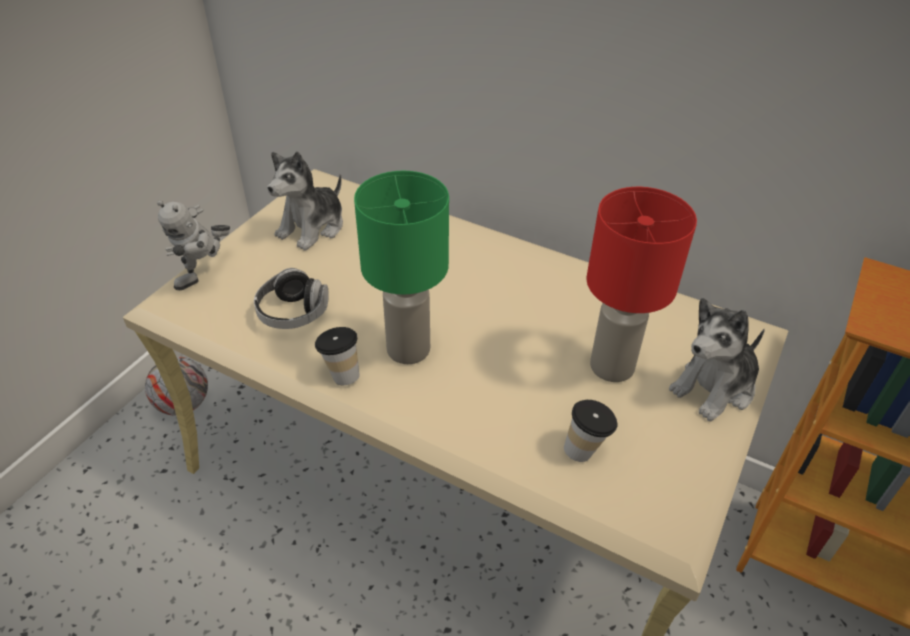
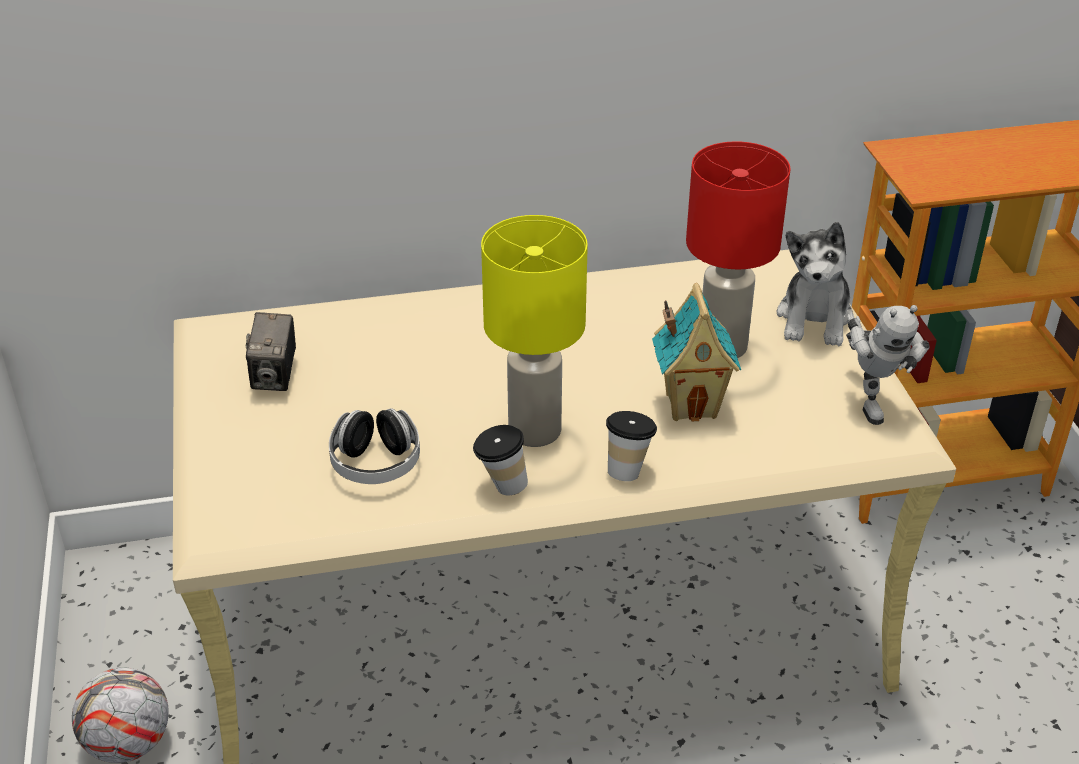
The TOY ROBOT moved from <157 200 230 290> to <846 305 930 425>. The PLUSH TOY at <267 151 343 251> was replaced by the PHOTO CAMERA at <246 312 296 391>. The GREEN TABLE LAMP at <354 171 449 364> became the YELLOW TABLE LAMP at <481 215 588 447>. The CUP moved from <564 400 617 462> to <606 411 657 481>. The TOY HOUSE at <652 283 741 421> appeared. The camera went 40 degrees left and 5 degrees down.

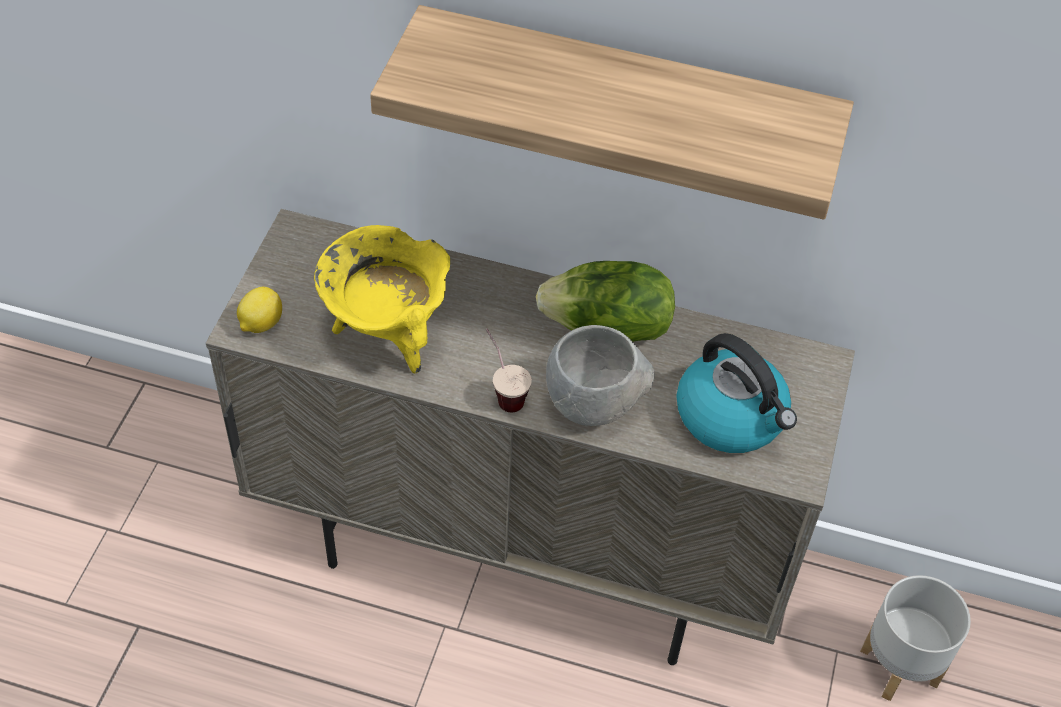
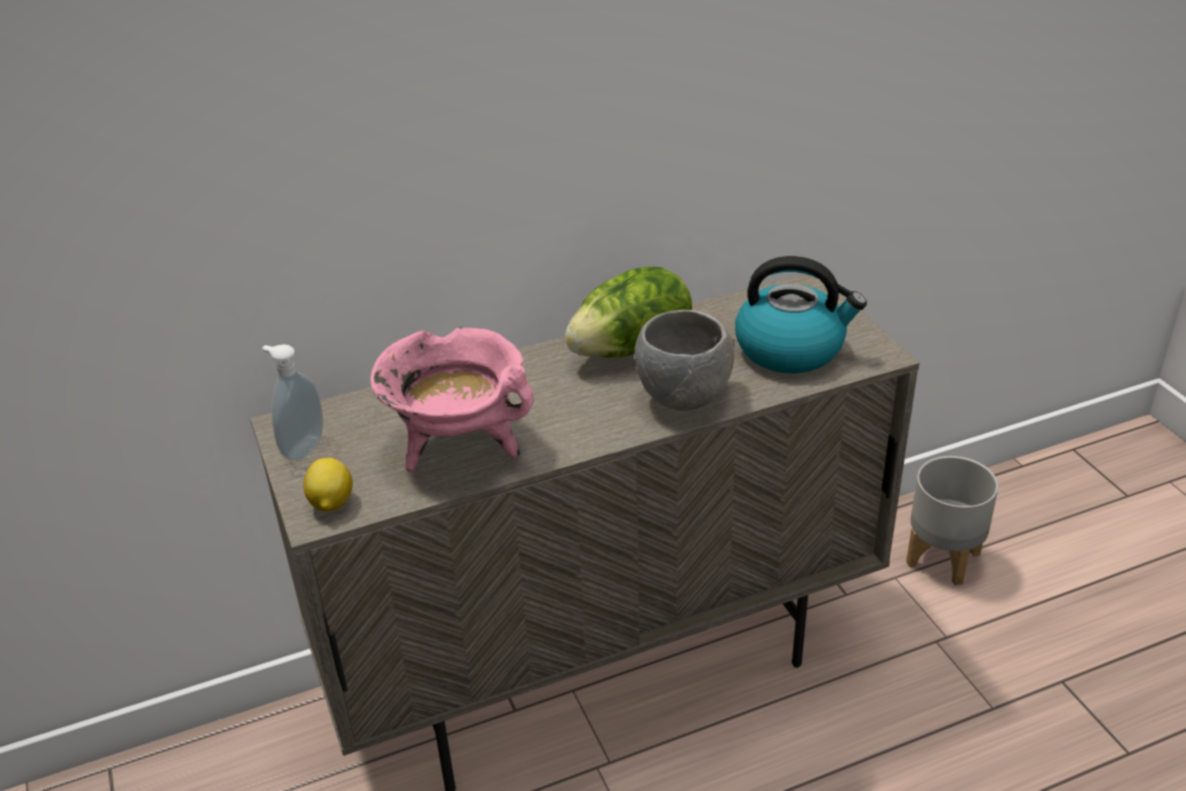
The YELLOW COOKING POT at <314 225 450 373> became the PINK COOKING POT at <370 327 534 472>. The SHELF at <370 5 854 220> disappeared. The CUP at <486 328 532 412> disappeared. The SOAP DISPENSER at <262 344 323 461> appeared. The camera went 35 degrees left and 15 degrees down.

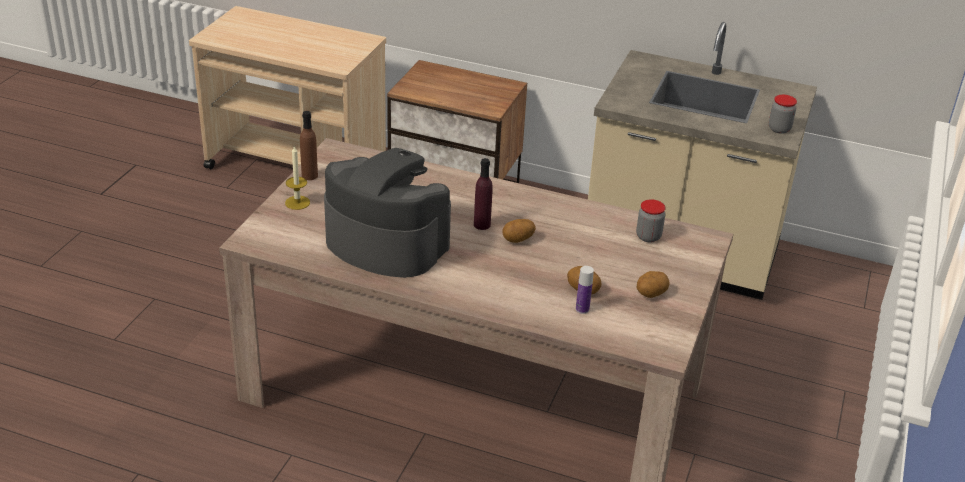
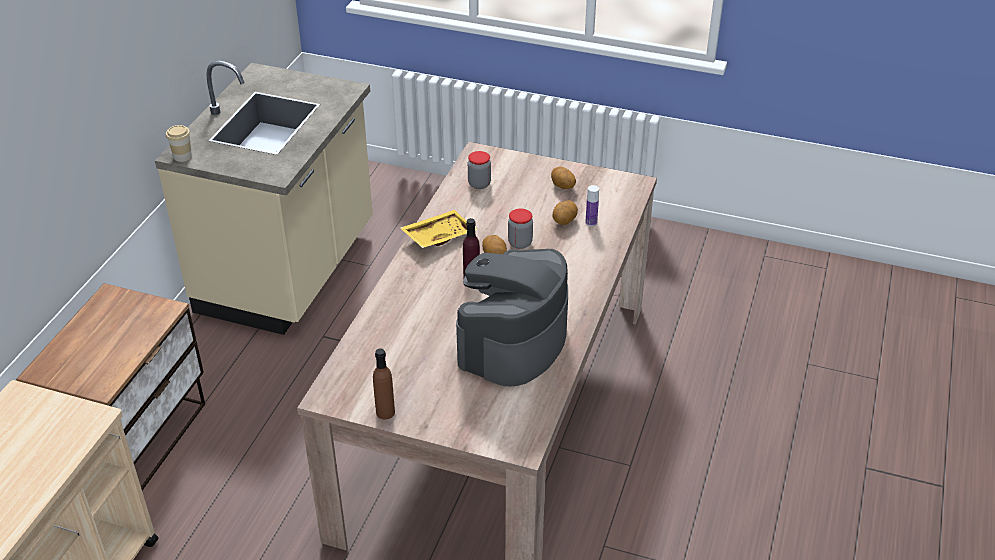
The CANDLE at <285 146 310 210> disappeared. The JAR moved from <769 95 797 134> to <508 209 533 249>. The CUP at <166 125 192 162> appeared. The YELLOW TRAY at <400 210 477 248> appeared. The camera went 90 degrees left and 5 degrees up.

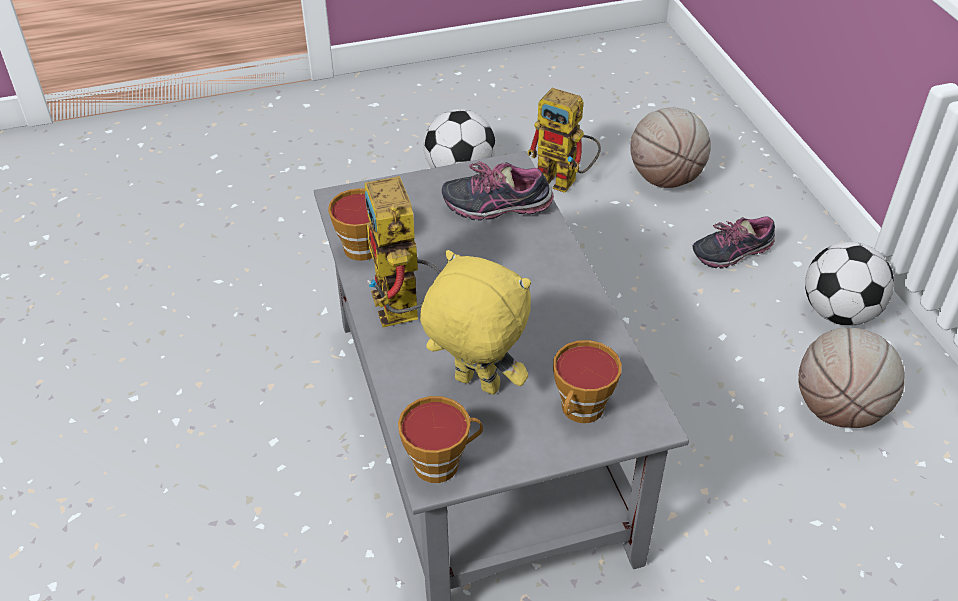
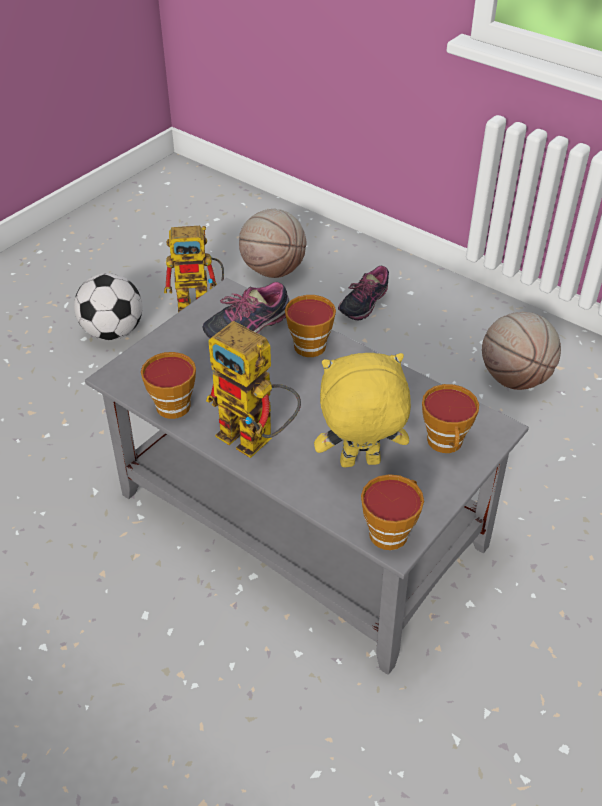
The FOOTBALL at <805 242 894 326> disappeared. The CUP at <285 295 336 357> appeared. The camera went 35 degrees left and 0 degrees up.

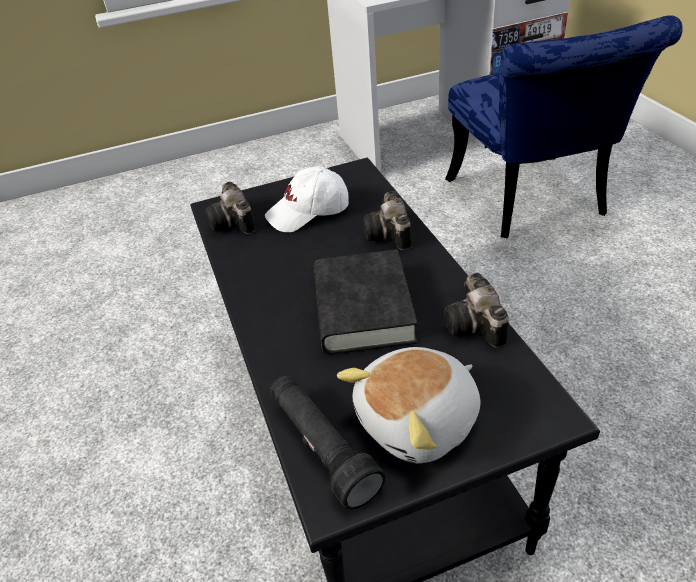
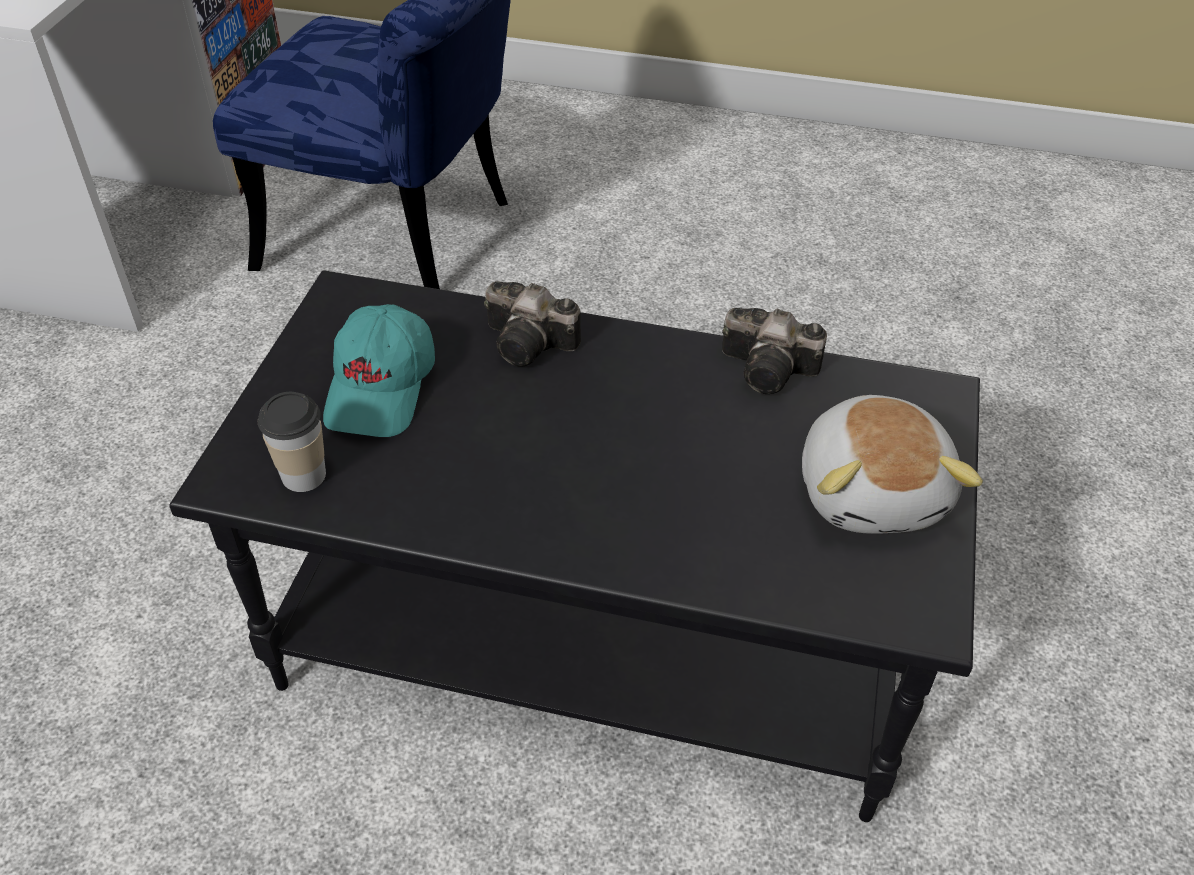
The PHOTO CAMERA at <206 182 256 234> was replaced by the CUP at <258 392 326 492>. The WHITE CAP at <265 166 349 232> became the TURQUOISE CAP at <323 304 435 437>. The BLACK FLASHLIGHT at <270 375 386 509> disappeared. The BLACK BOOK at <314 249 418 355> disappeared. The camera went 60 degrees left and 5 degrees up.

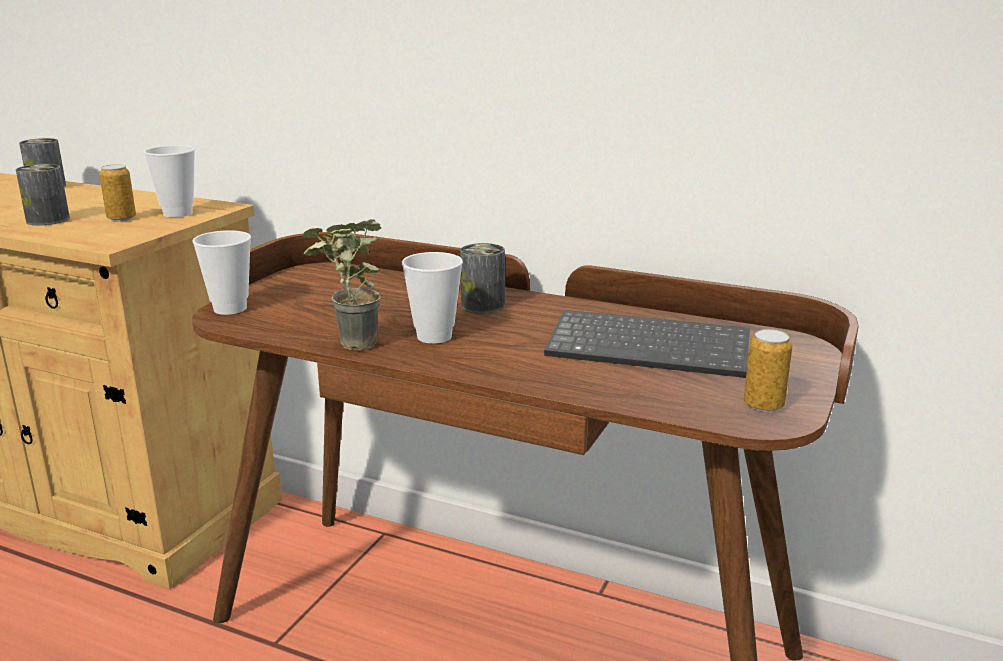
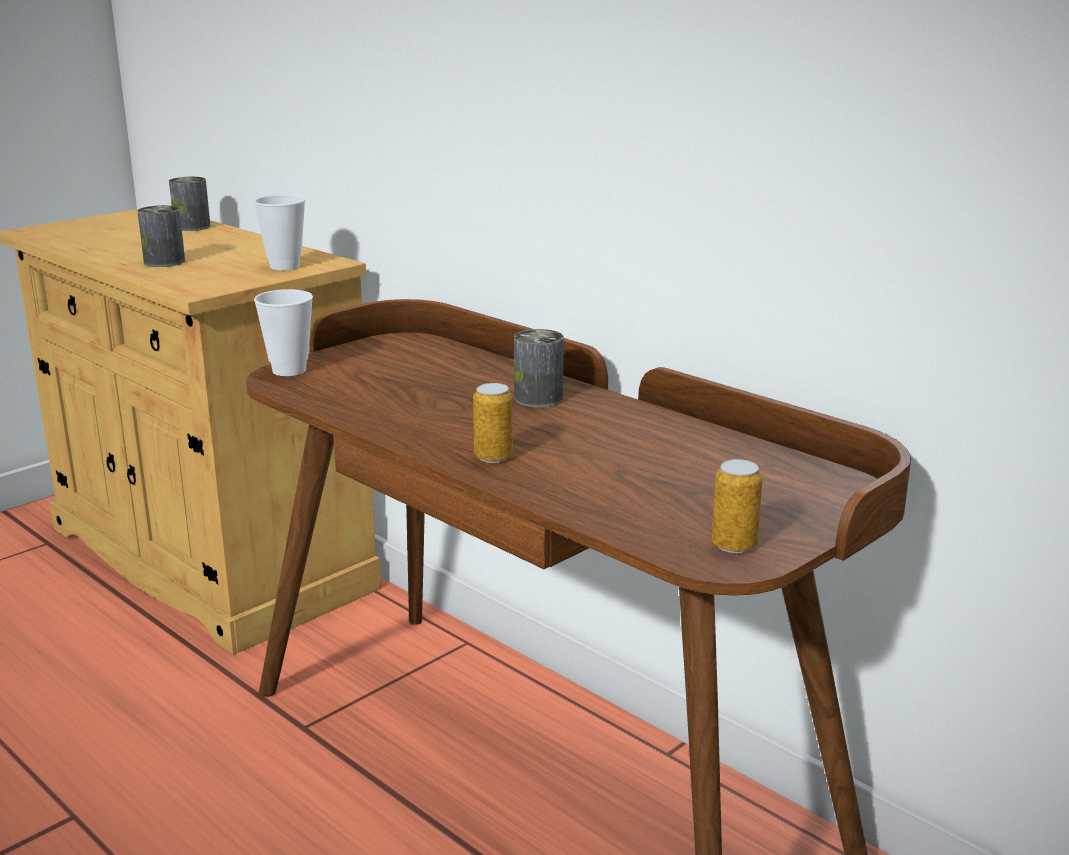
The CAN moved from <99 164 136 221> to <473 383 513 463>. The POTTED PLANT at <303 219 381 351> disappeared. The CUP at <402 252 463 344> disappeared. The KEYBOARD at <544 310 750 378> disappeared. The camera went 20 degrees right and 0 degrees up.

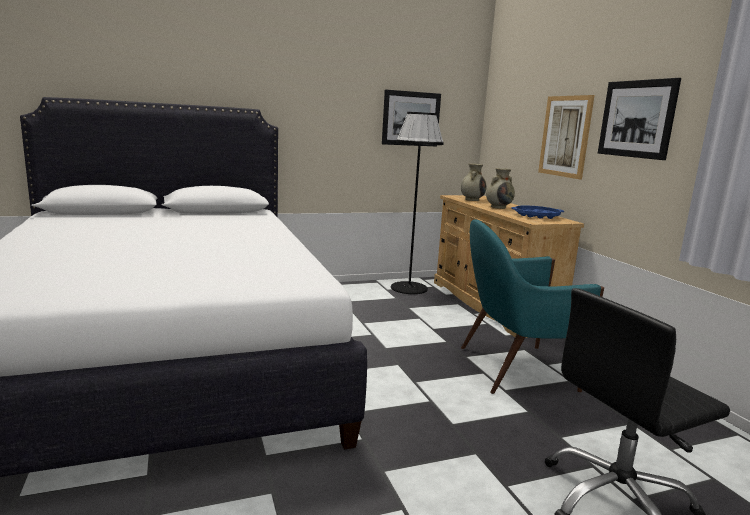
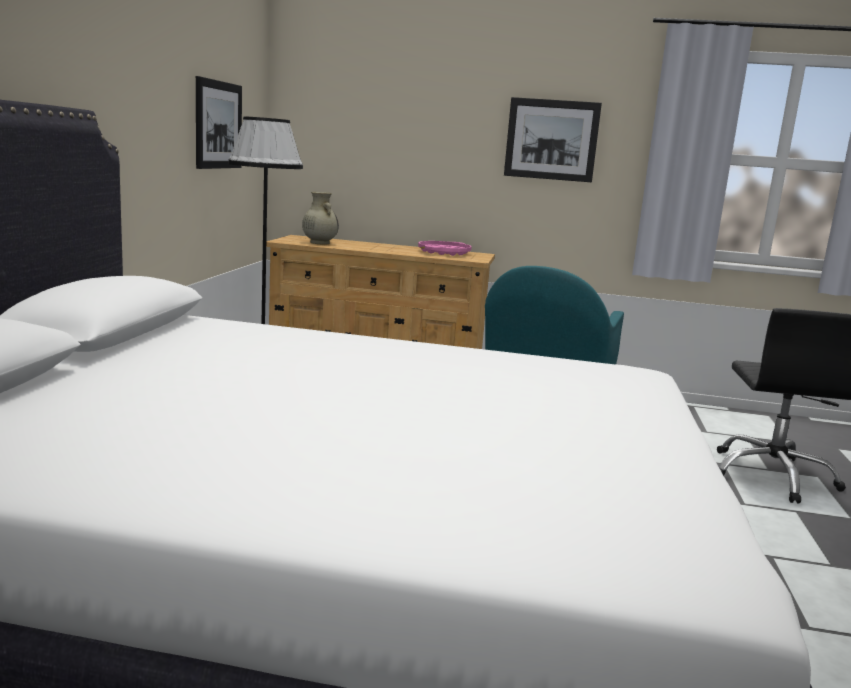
The BEIGE VASE at <486 168 515 209> disappeared. The BLUE TRAY at <511 205 564 219> became the PINK TRAY at <418 241 472 256>. The PICTURE at <538 95 595 179> disappeared. The camera went 60 degrees left and 0 degrees up.

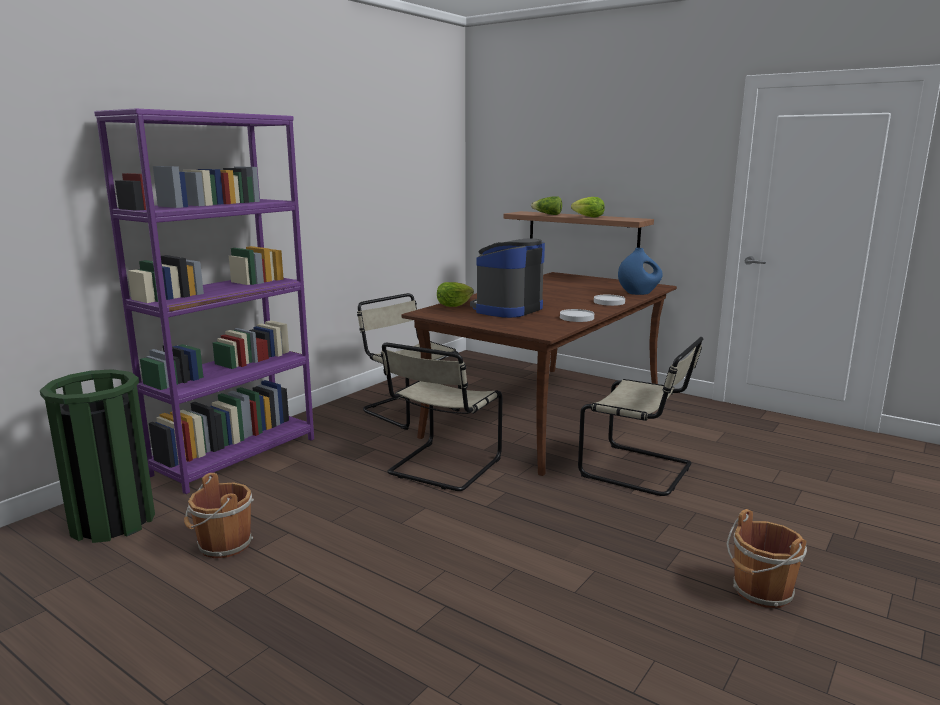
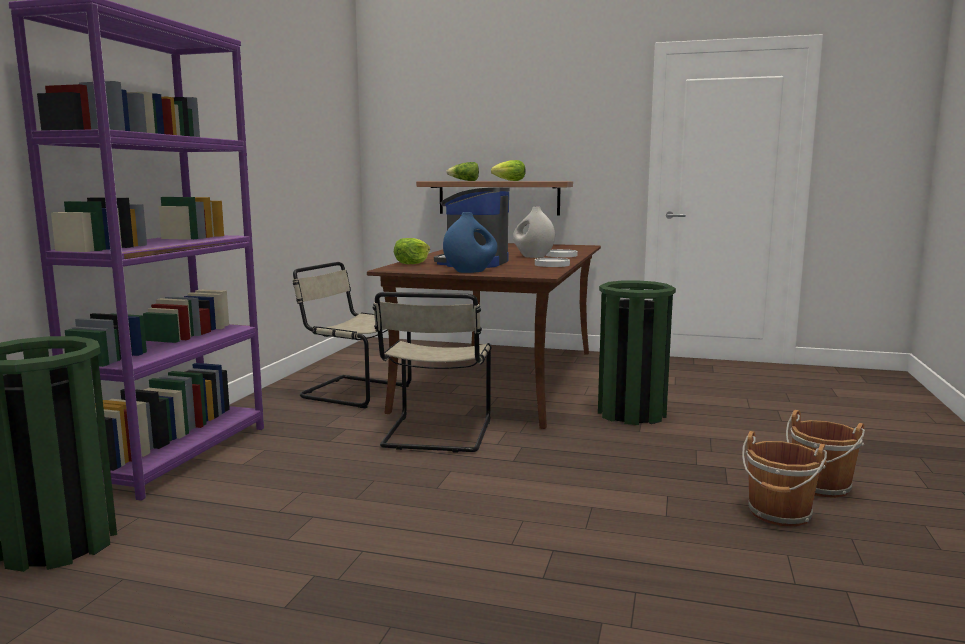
The BROWN BUCKET moved from <184 473 254 558> to <742 431 827 526>. The BEIGE CHAIR at <578 337 703 496> was replaced by the GREEN TRASH CAN at <598 280 676 425>. The BLUE VASE moved from <618 248 663 295> to <443 212 497 273>. The WHITE VASE at <513 207 555 258> appeared. The camera went 20 degrees left and 5 degrees down.

